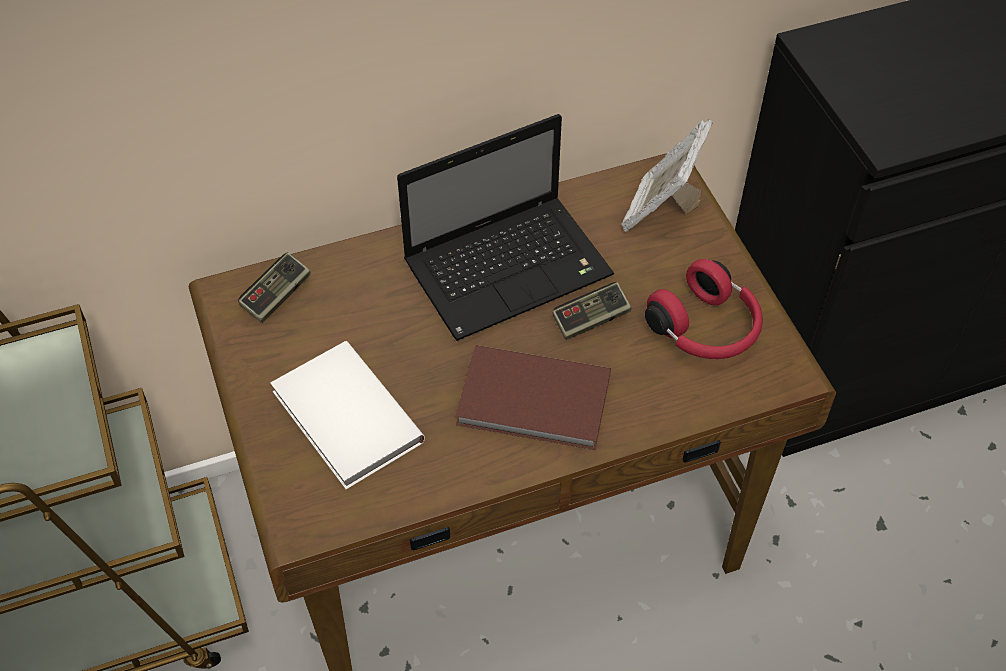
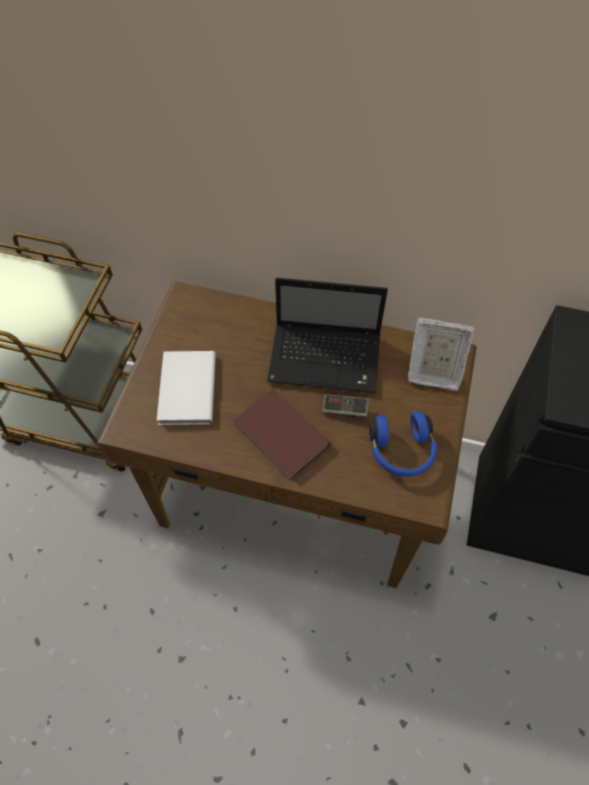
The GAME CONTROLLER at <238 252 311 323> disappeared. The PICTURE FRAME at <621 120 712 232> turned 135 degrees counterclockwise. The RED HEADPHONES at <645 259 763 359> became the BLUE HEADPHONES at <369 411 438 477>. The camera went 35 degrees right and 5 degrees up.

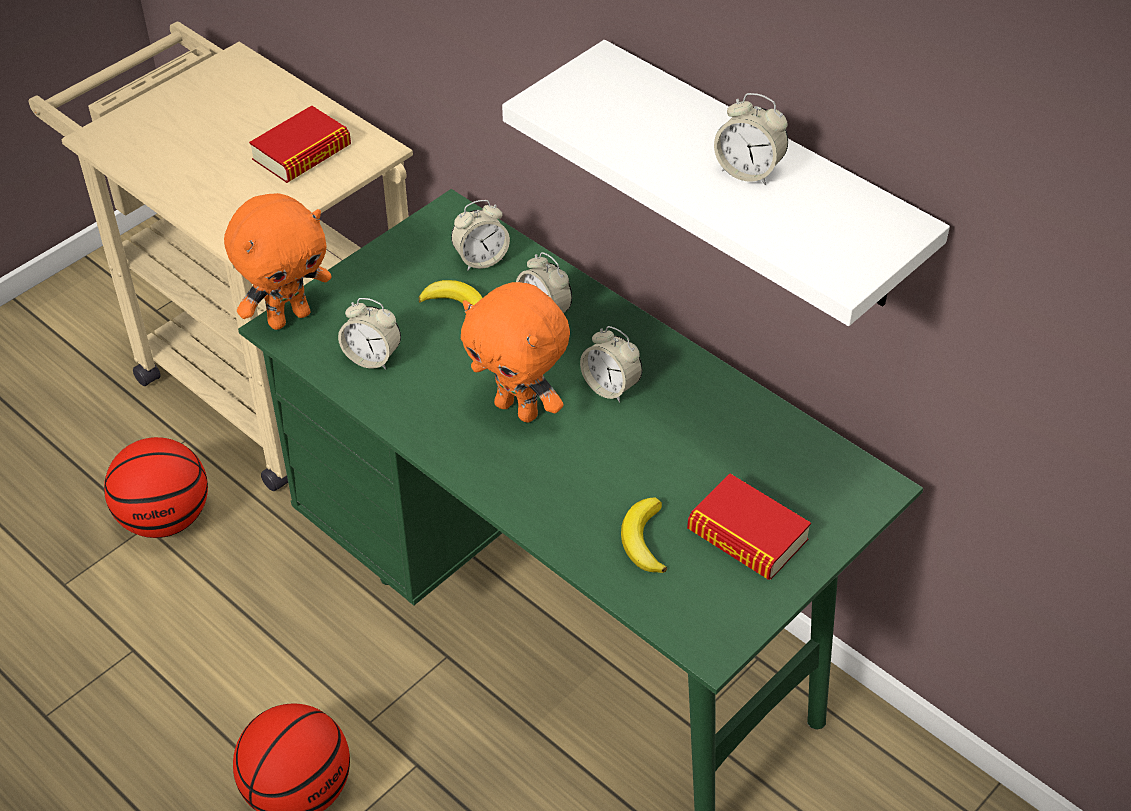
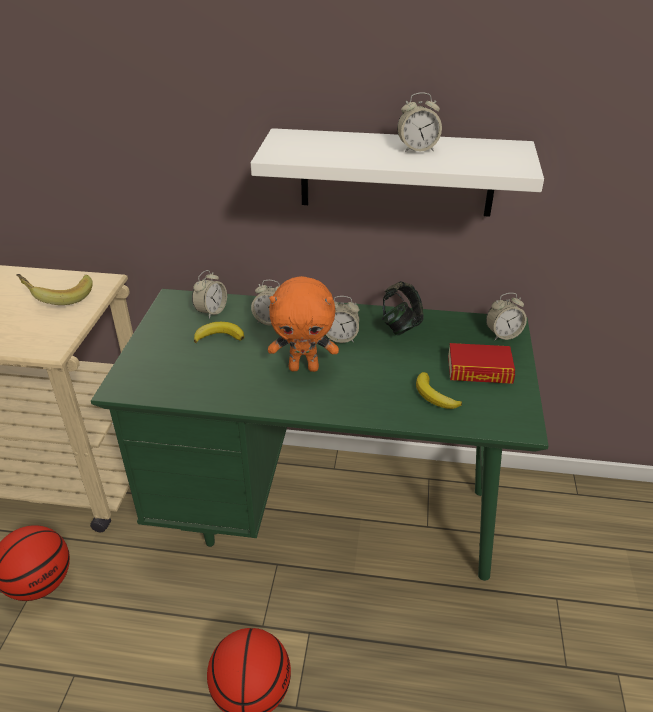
The ORANGE PLUSH TOY at <224 193 331 330> disappeared. The BOOK at <249 105 351 183> was replaced by the BANANA at <16 274 93 305>. The ALARM CLOCK moved from <338 298 401 370> to <486 293 527 340>. The HEADPHONES at <382 281 424 336> appeared. The camera went 35 degrees left and 10 degrees down.

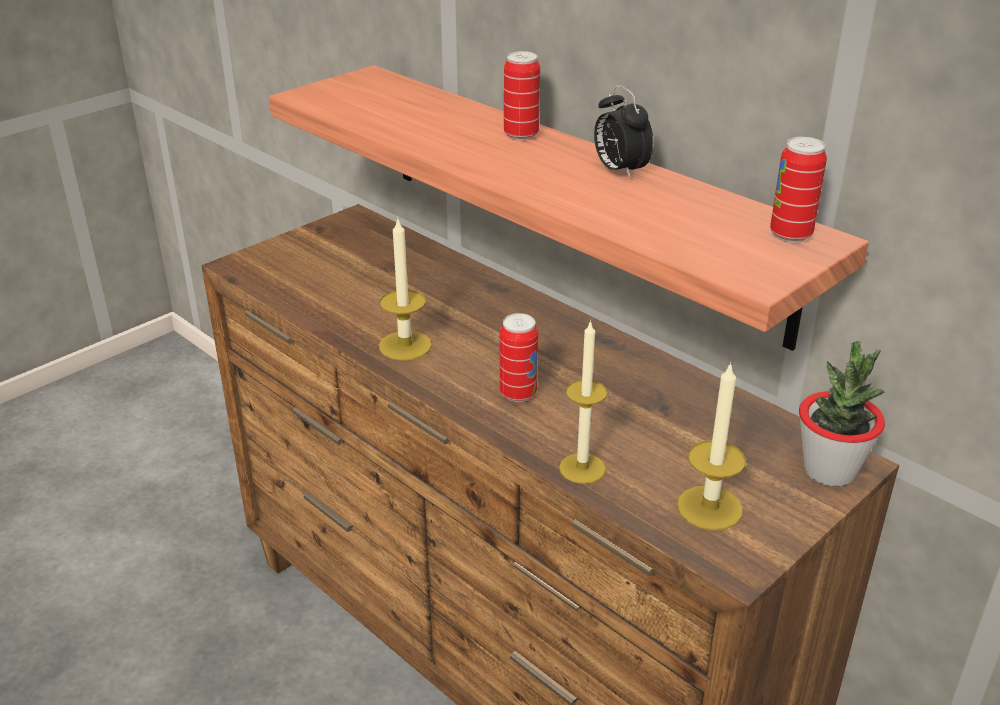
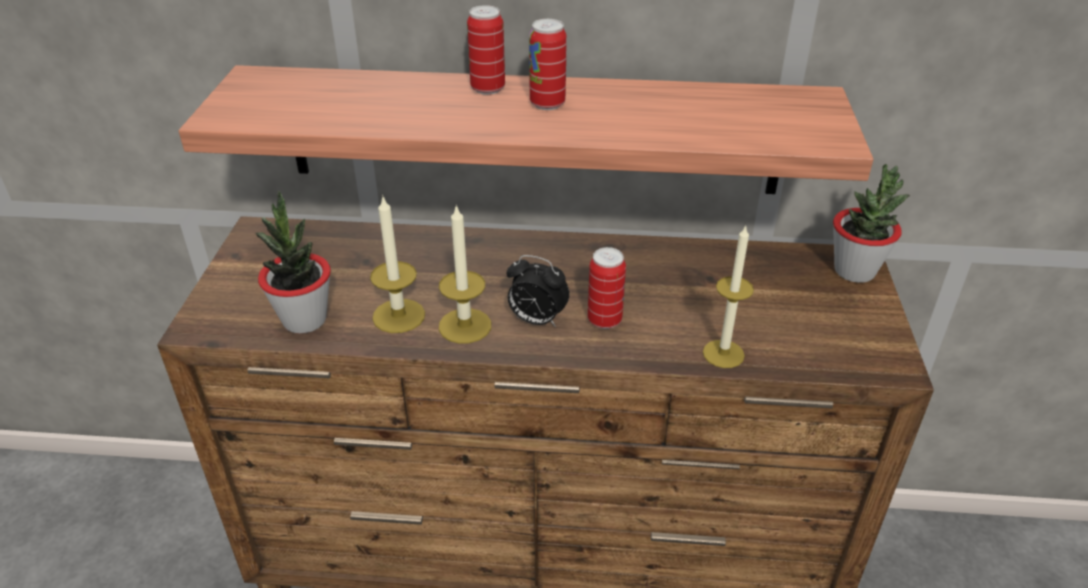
The ALARM CLOCK moved from <594 85 653 180> to <507 255 569 327>. The CANDLE moved from <677 362 746 530> to <370 195 425 333>. The CAN moved from <770 137 827 242> to <529 19 567 110>. The POTTED PLANT at <255 191 331 334> appeared. The camera went 40 degrees left and 5 degrees up.

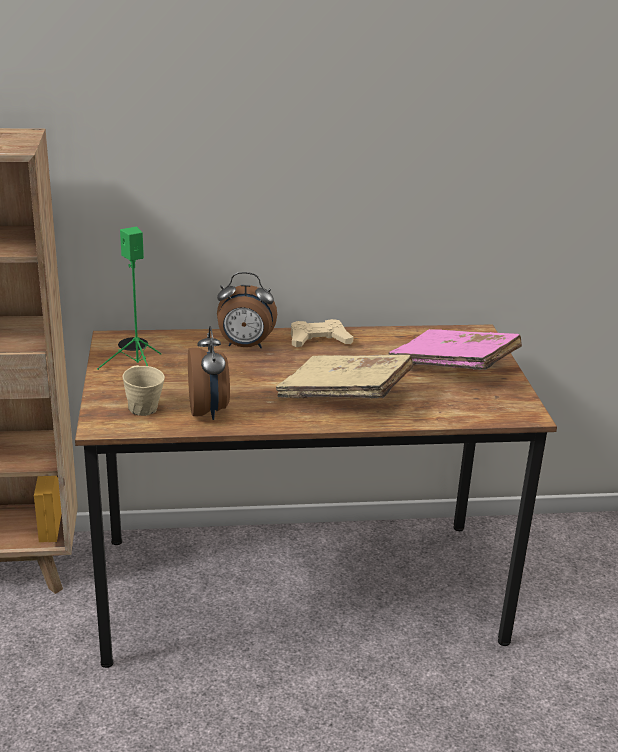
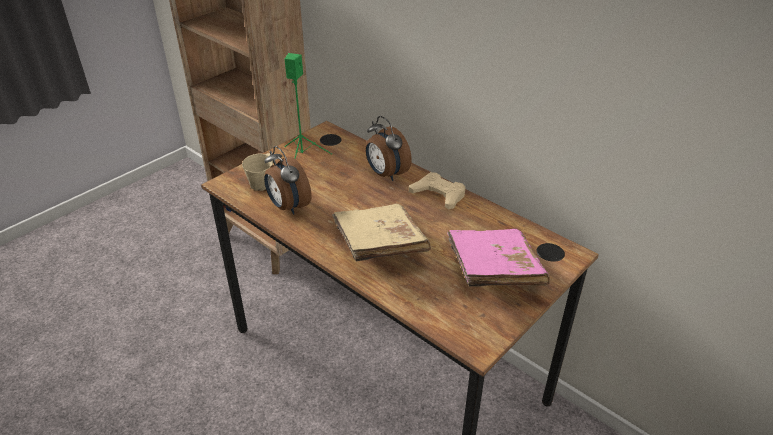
The ALARM CLOCK at <188 326 230 420> turned 105 degrees clockwise. The camera went 50 degrees right and 10 degrees up.

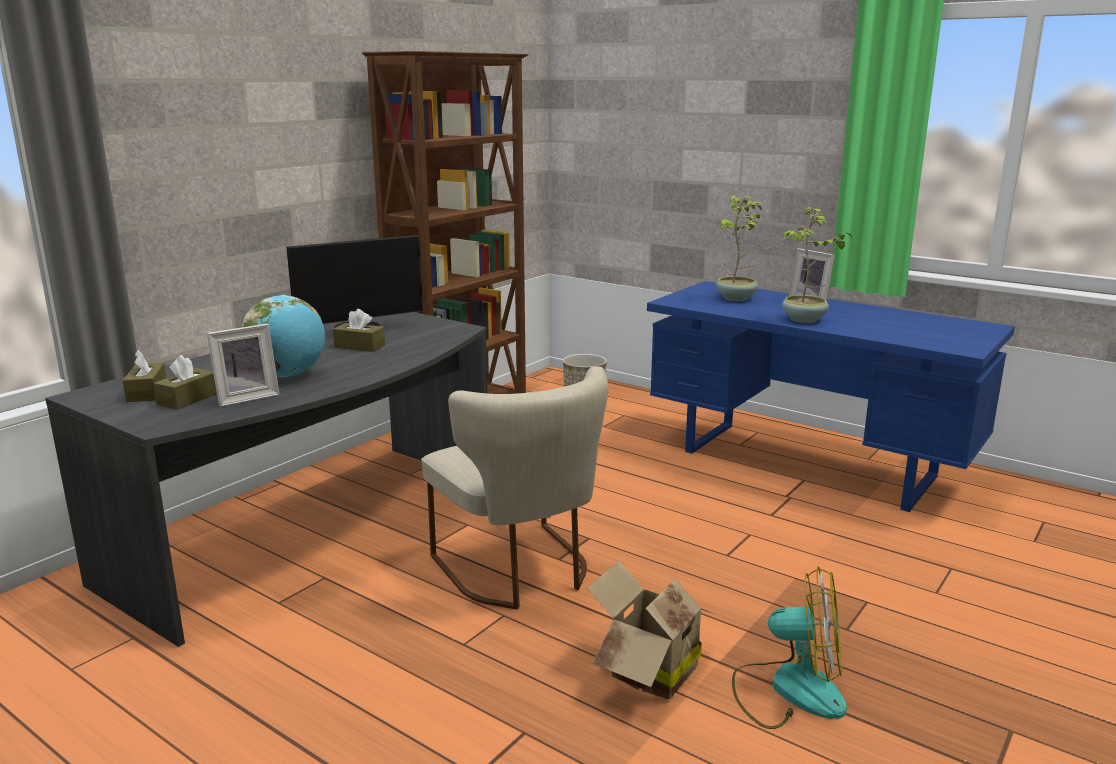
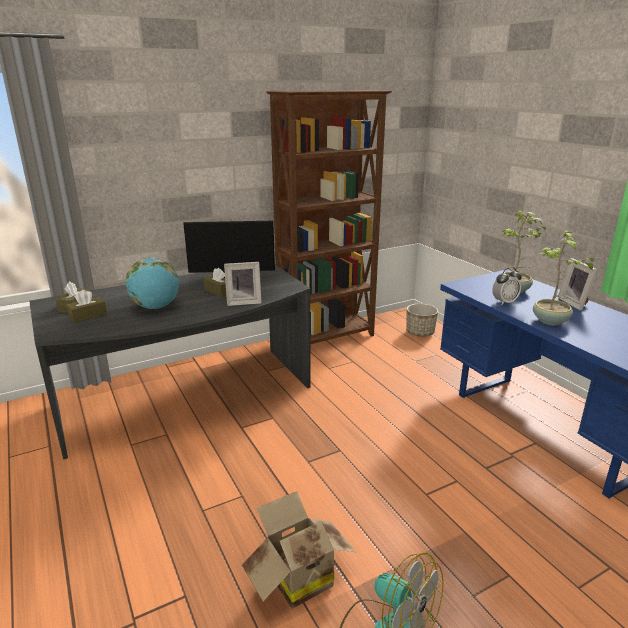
The PICTURE FRAME moved from <207 324 280 407> to <224 262 262 306>. The BEIGE CHAIR at <421 366 608 610> disappeared. The ALARM CLOCK at <492 267 522 305> appeared. The camera went 25 degrees right and 5 degrees up.

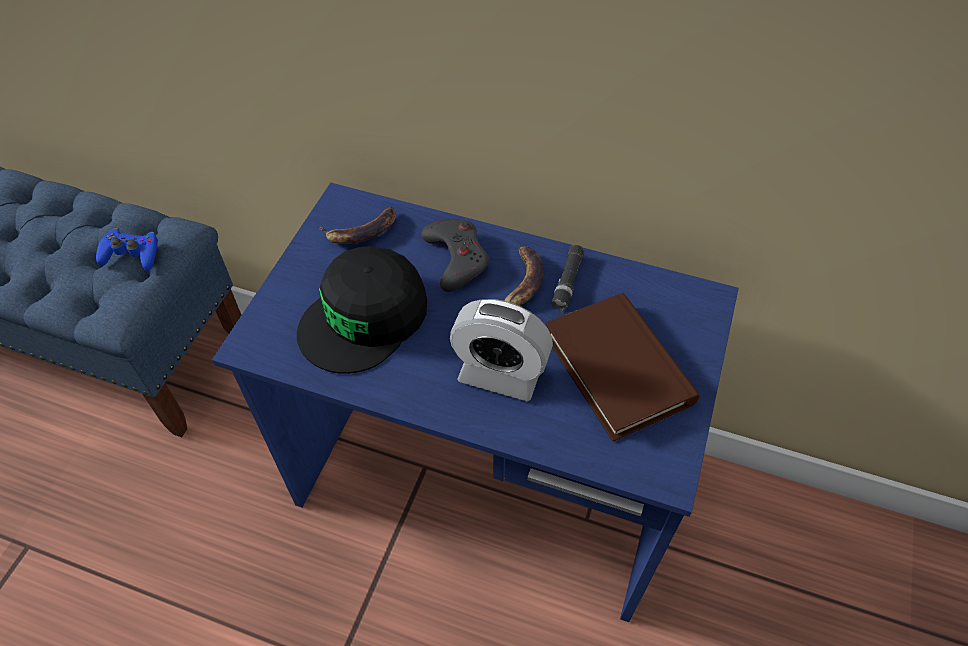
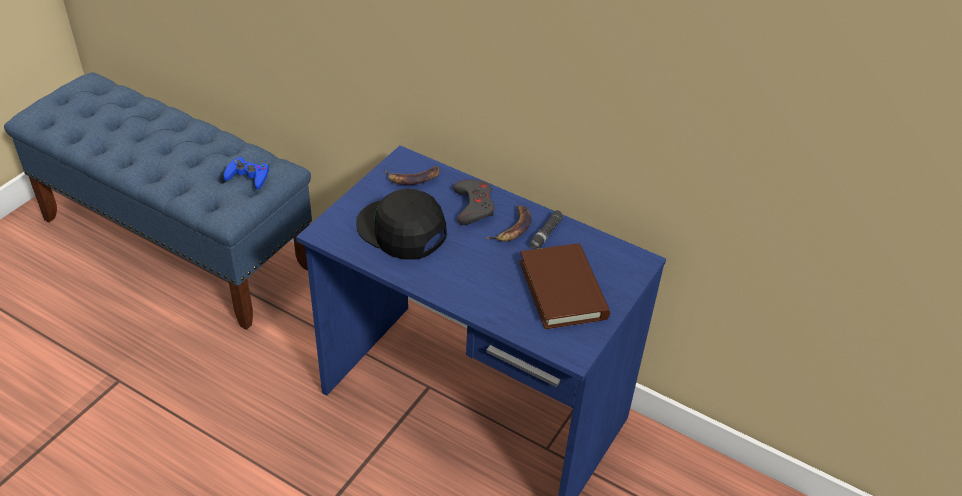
The BLACK CAP at <297 246 427 374> turned 75 degrees clockwise. The ALARM CLOCK at <450 299 553 401> disappeared. The camera went 10 degrees right and 10 degrees down.

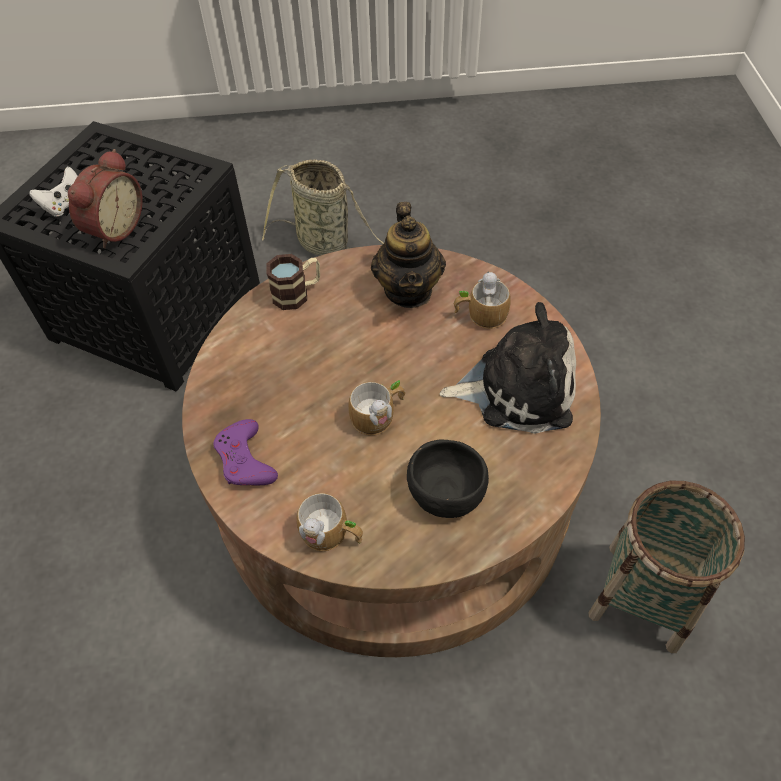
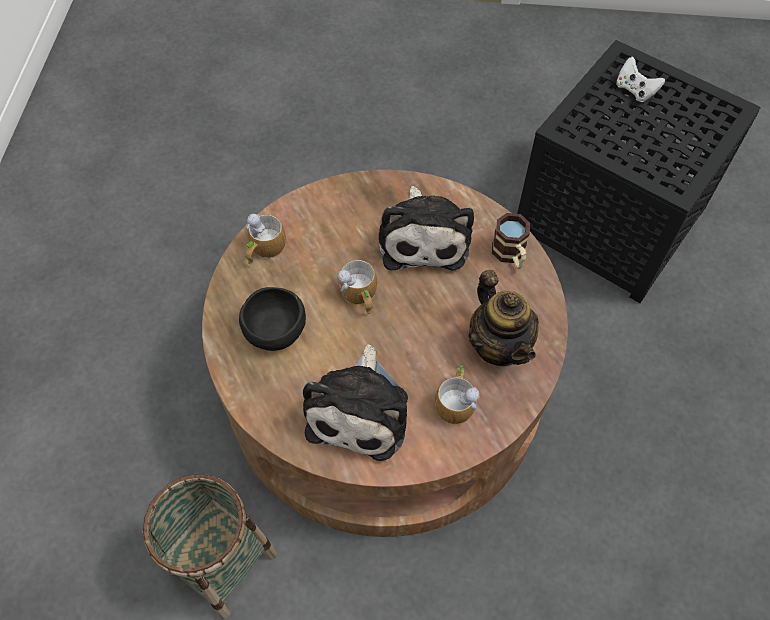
The ALARM CLOCK at <68 149 143 249> disappeared. The PURPLE GAME CONTROLLER at <213 419 278 486> disappeared. The BASKET at <262 159 384 256> disappeared. The TEAPOT at <371 202 446 308> turned 120 degrees counterclockwise. The PLUSH TOY at <379 186 474 270> appeared. The camera went 100 degrees right and 5 degrees up.

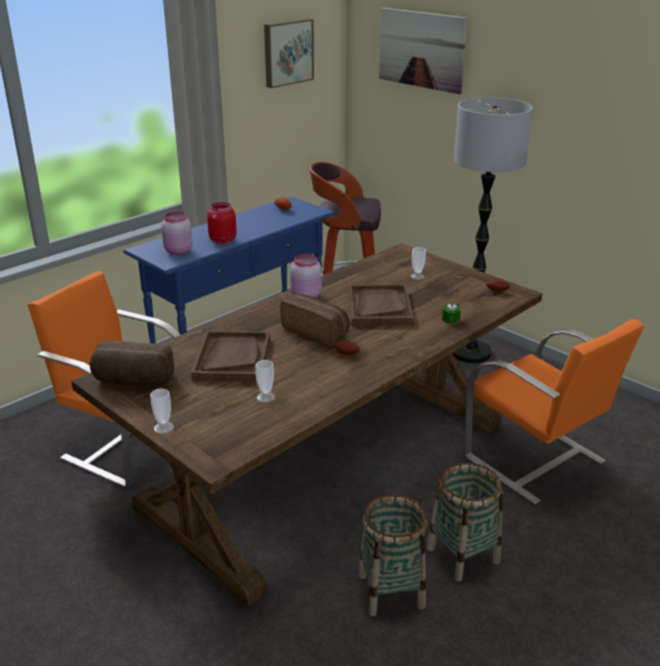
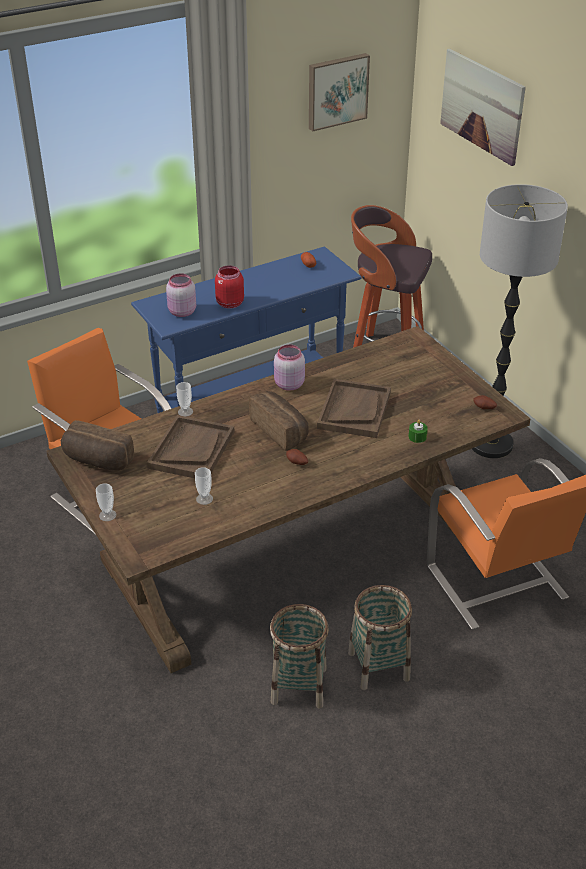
The CUP moved from <411 247 426 280> to <176 382 193 417>. The camera went 15 degrees right and 10 degrees up.

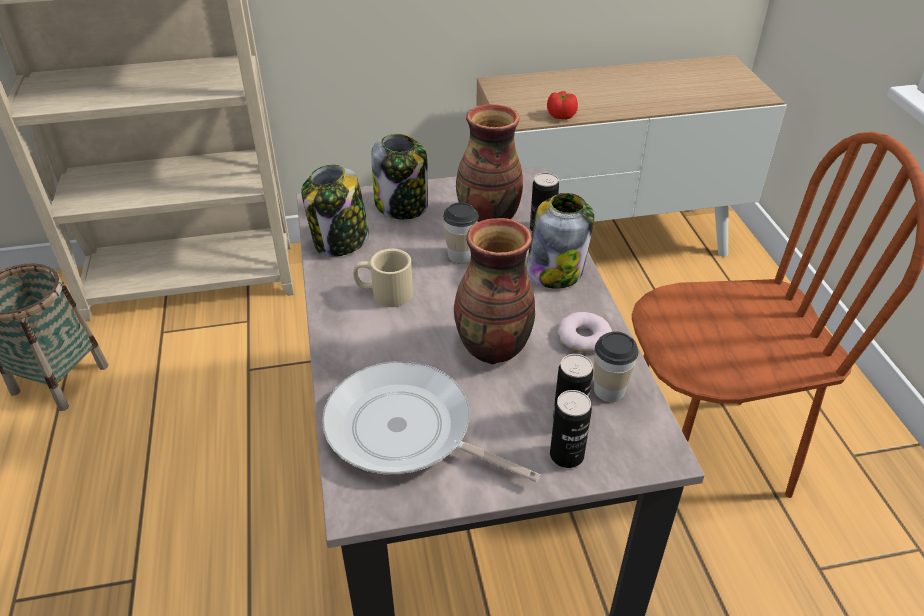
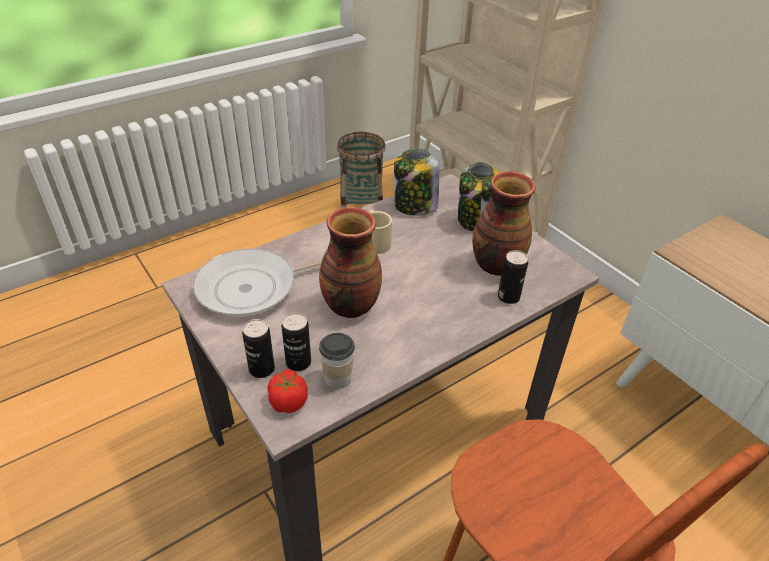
The FRYING PAN at <322 361 540 482> turned 120 degrees counterclockwise. The CUP at <443 202 479 264> disappeared. The JAR at <526 193 594 289> disappeared. The TOMATO moved from <547 91 578 120> to <268 369 308 413>. The DONUT at <557 312 612 352> disappeared. The camera went 65 degrees right and 0 degrees up.

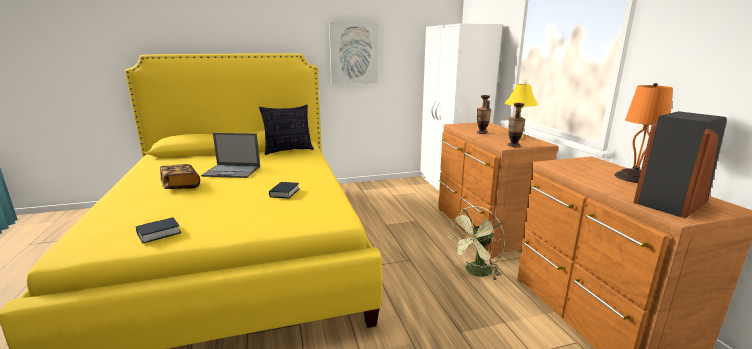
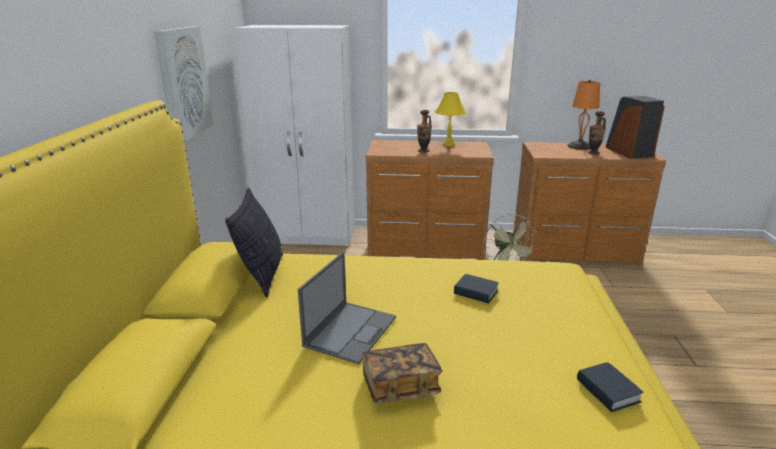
The VASE moved from <508 103 525 147> to <588 111 606 155>. The camera went 70 degrees left and 5 degrees up.

